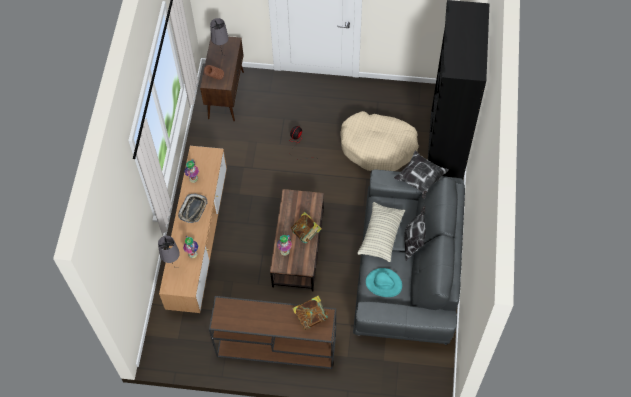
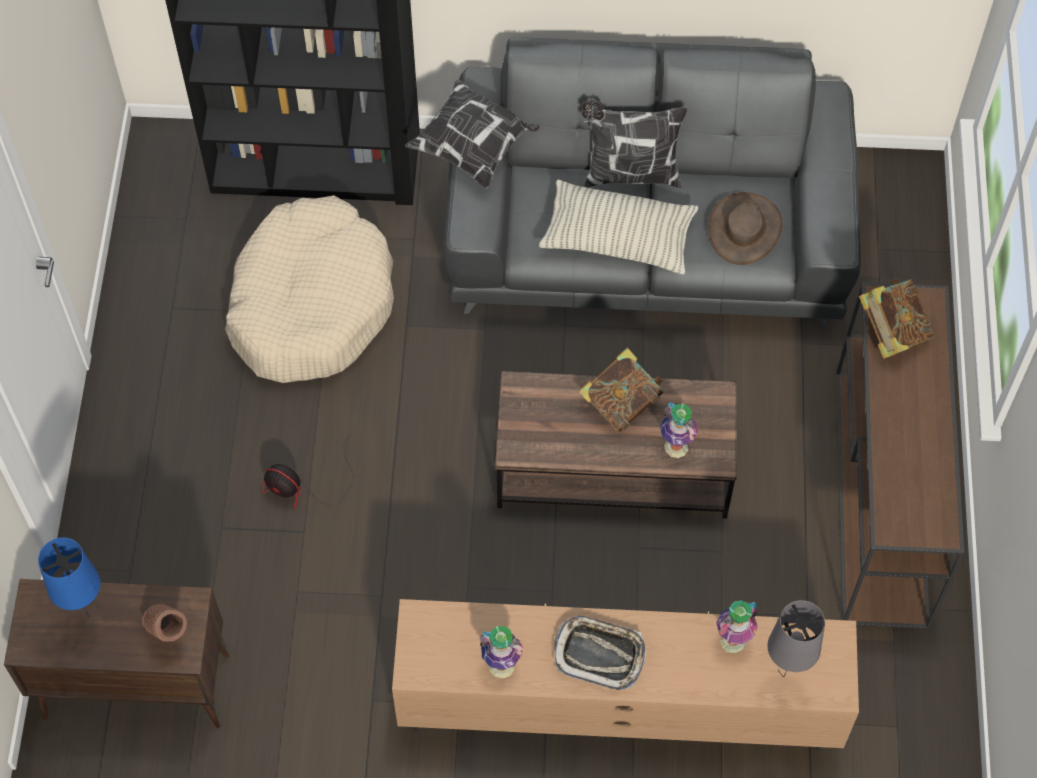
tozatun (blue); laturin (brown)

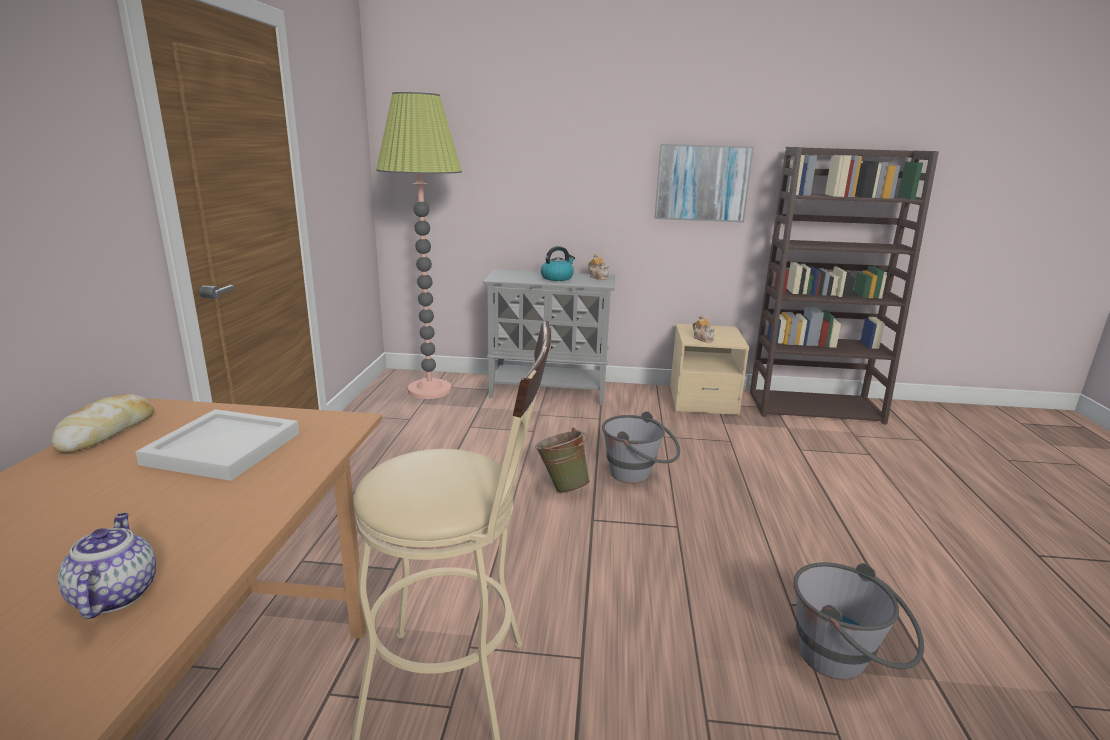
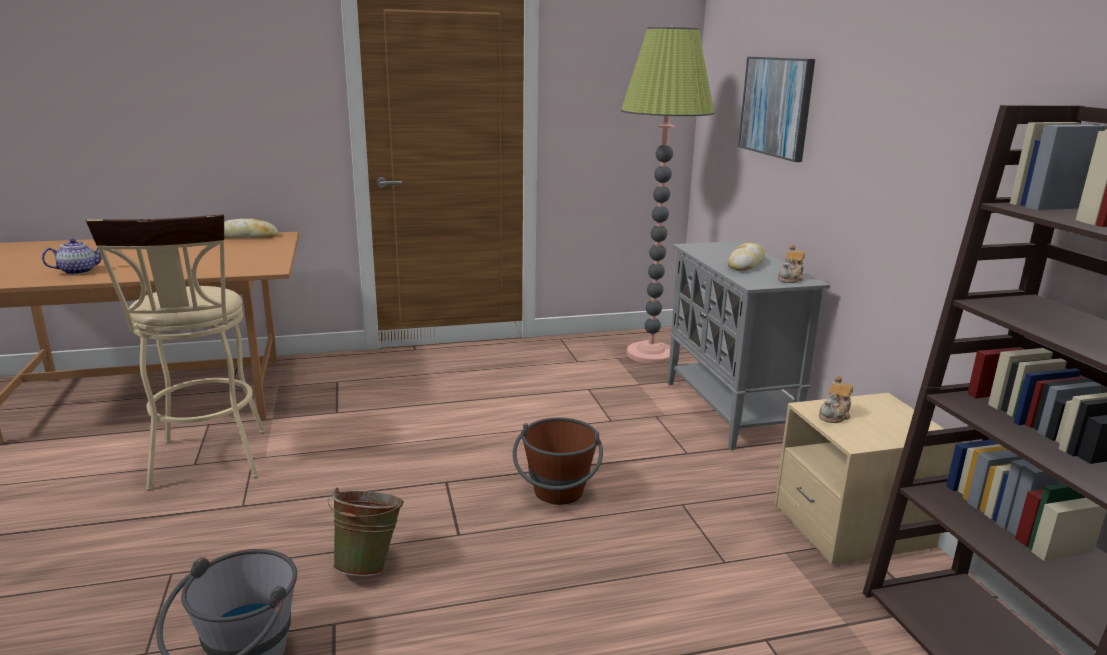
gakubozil; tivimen (2nd from left); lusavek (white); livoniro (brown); livoniro (green)

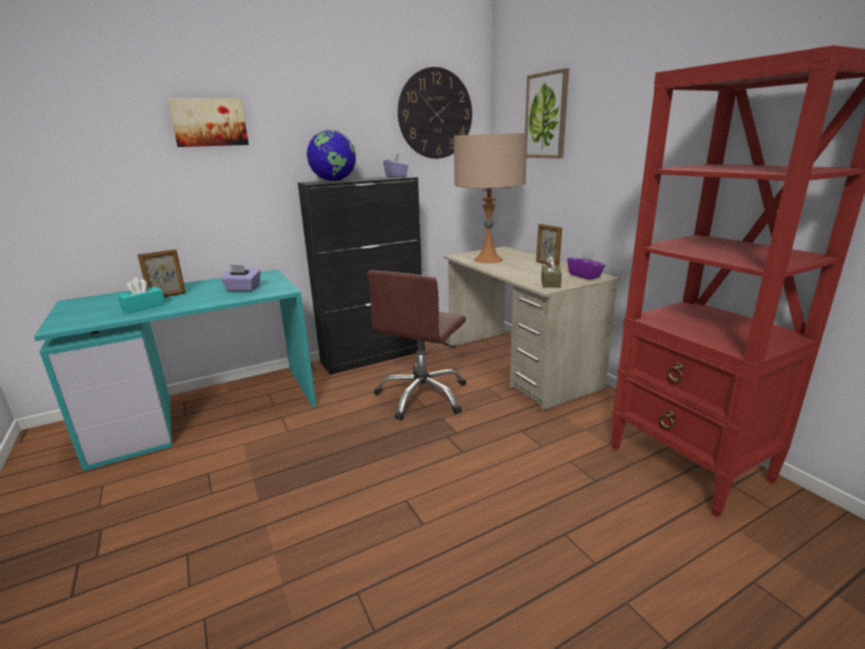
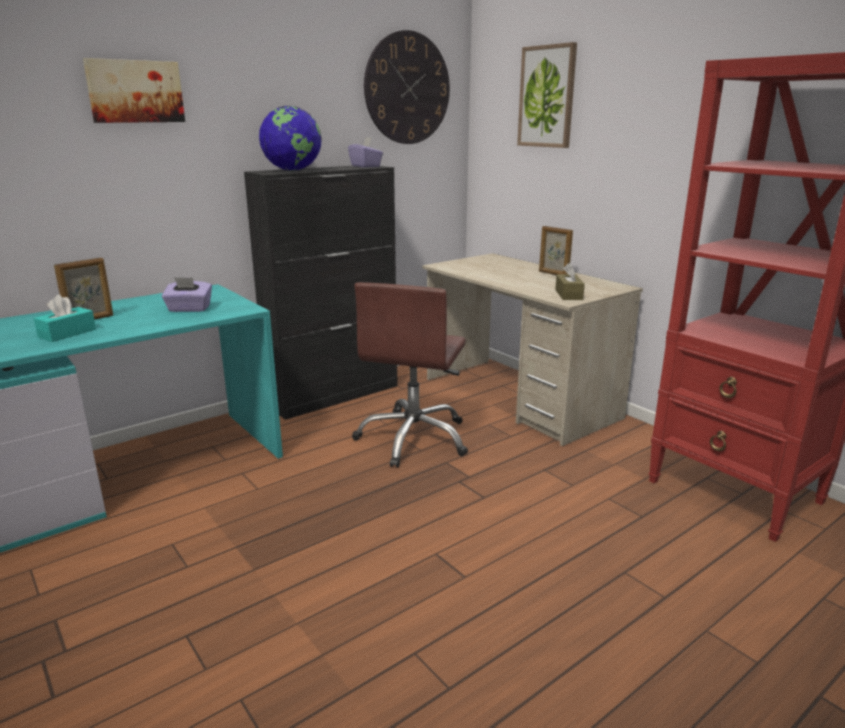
tozatun (beige); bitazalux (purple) (3rd from left in the first image)

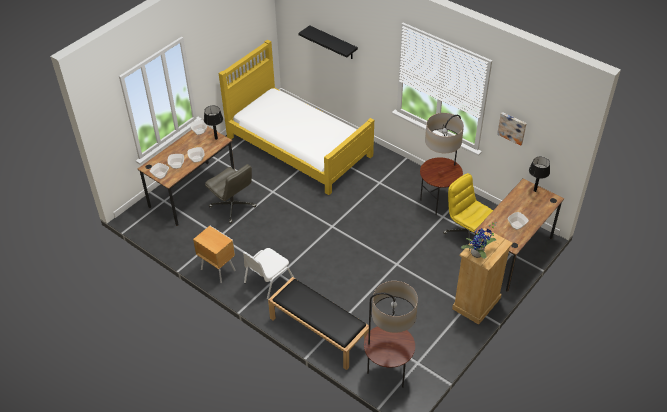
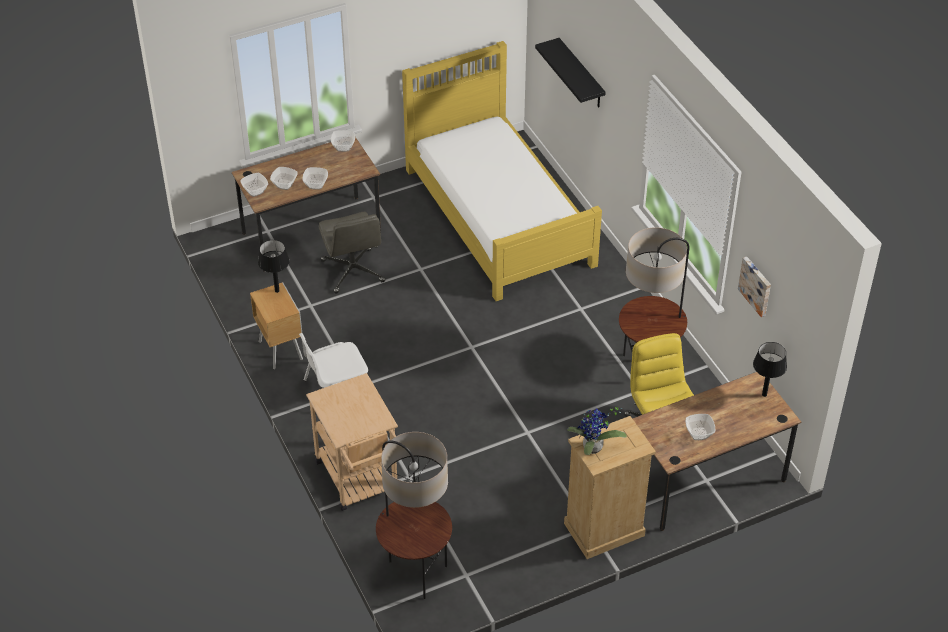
tozatun (black) (1st from left); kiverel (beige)

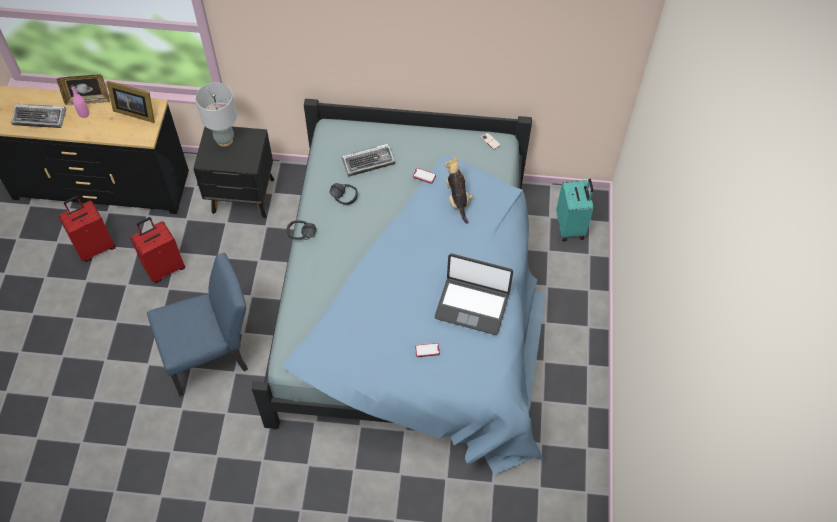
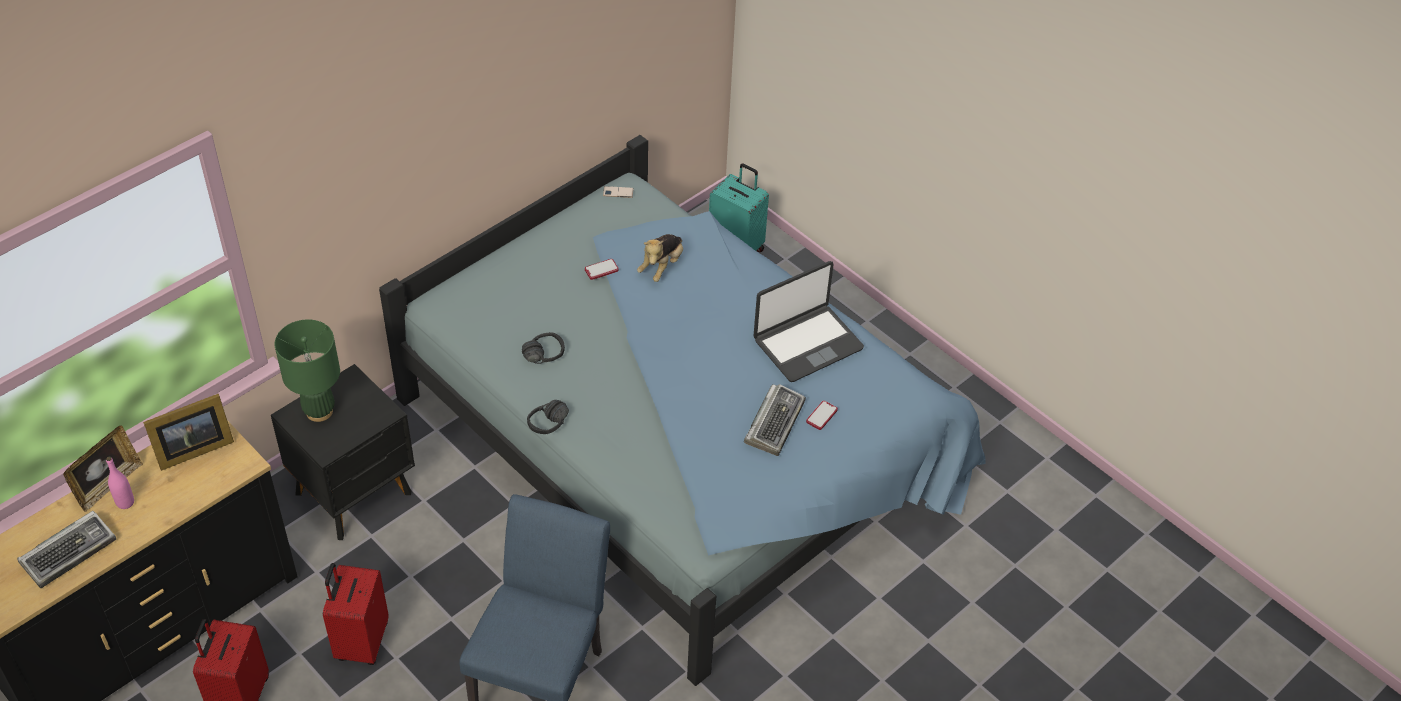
tozatun (green); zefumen (2nd from left); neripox

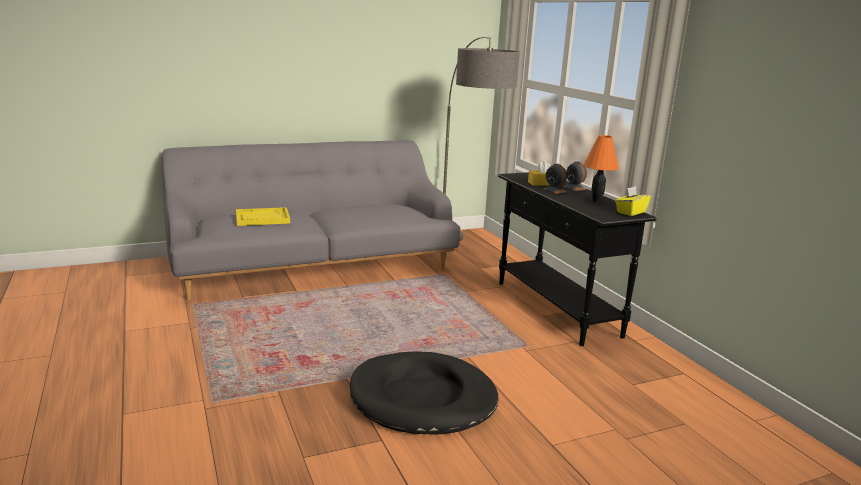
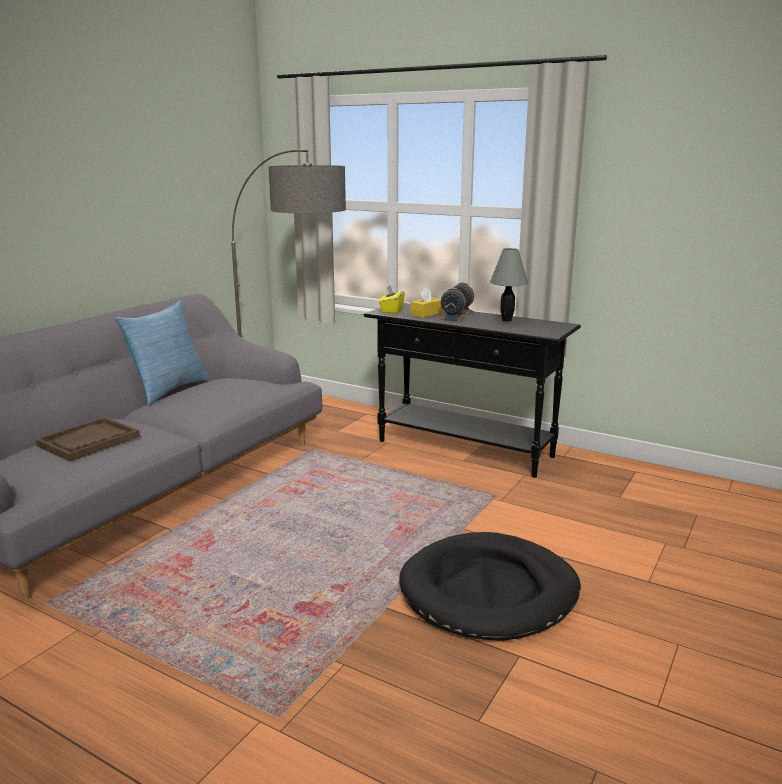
tozatun (grey); bitazalux (yellow) (1st from left); lusavek (brown); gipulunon

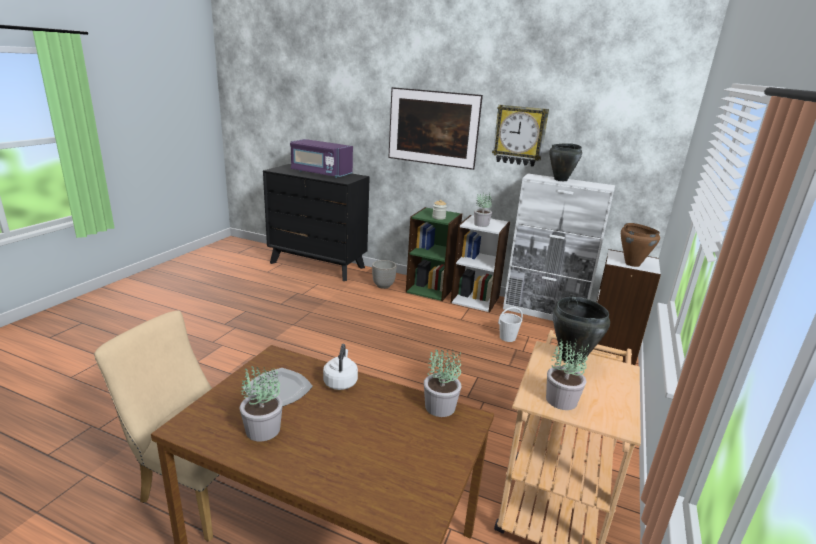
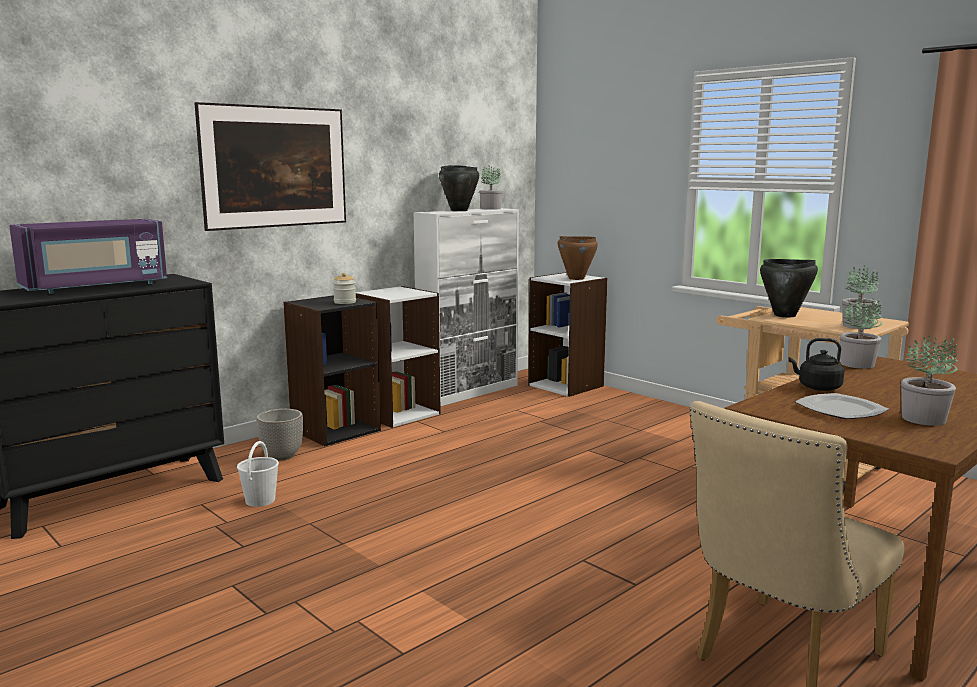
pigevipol; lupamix (1st from left); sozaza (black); livoniro (white); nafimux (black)

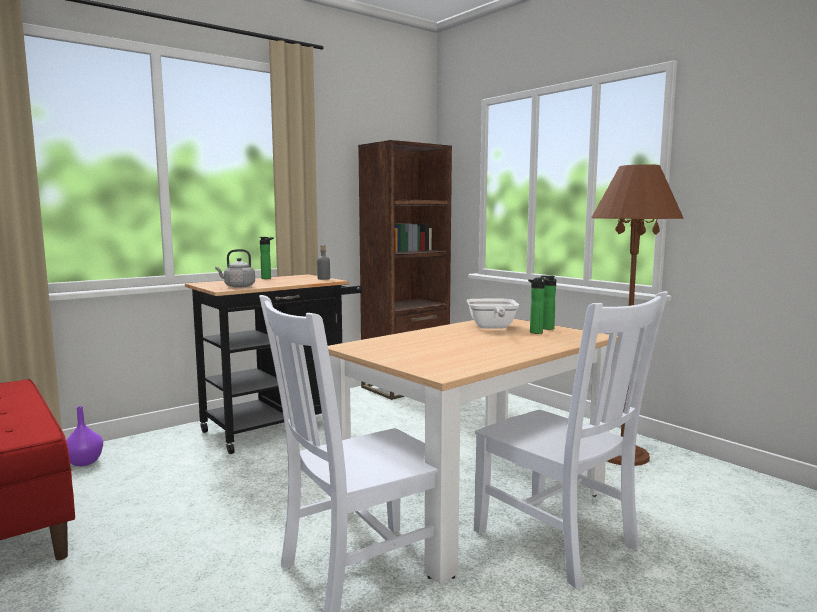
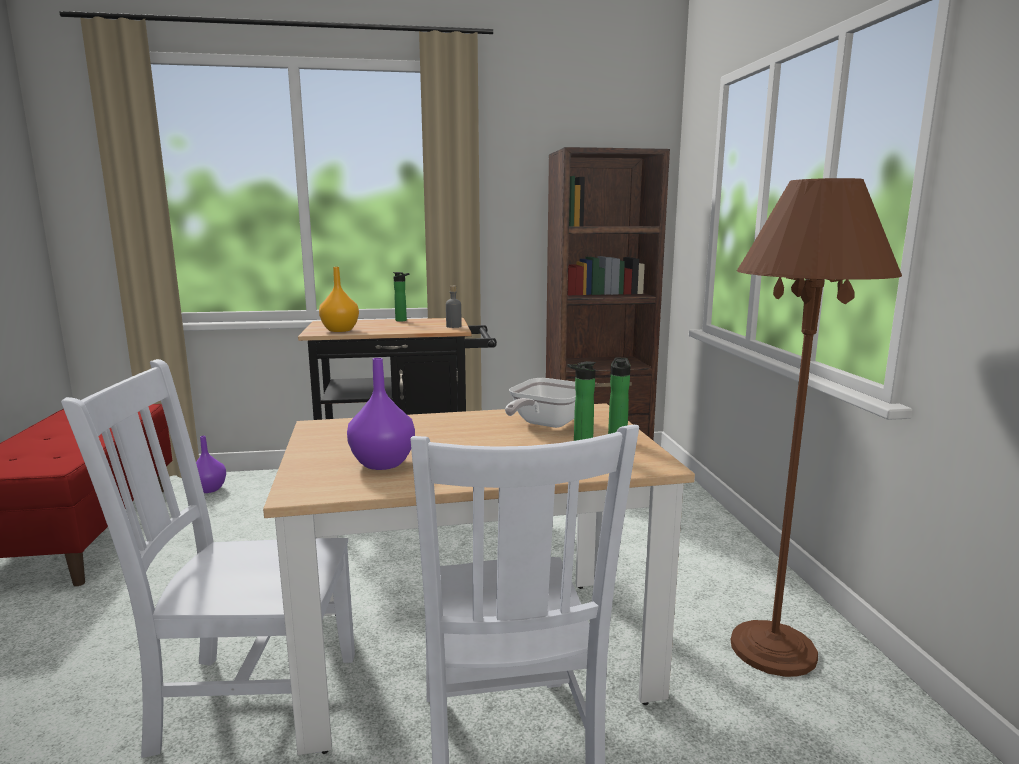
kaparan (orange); kaparan (purple) (2nd from left)

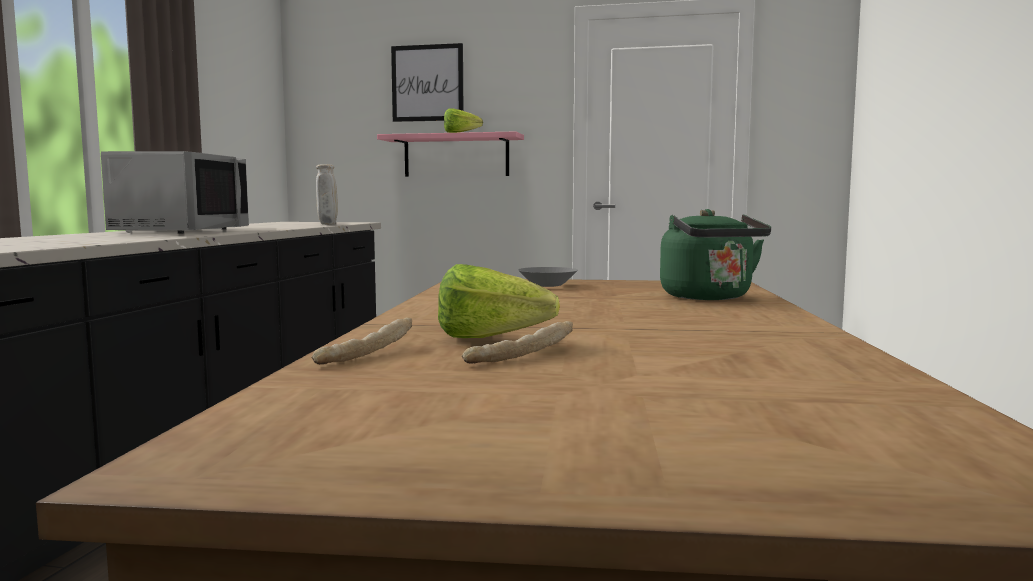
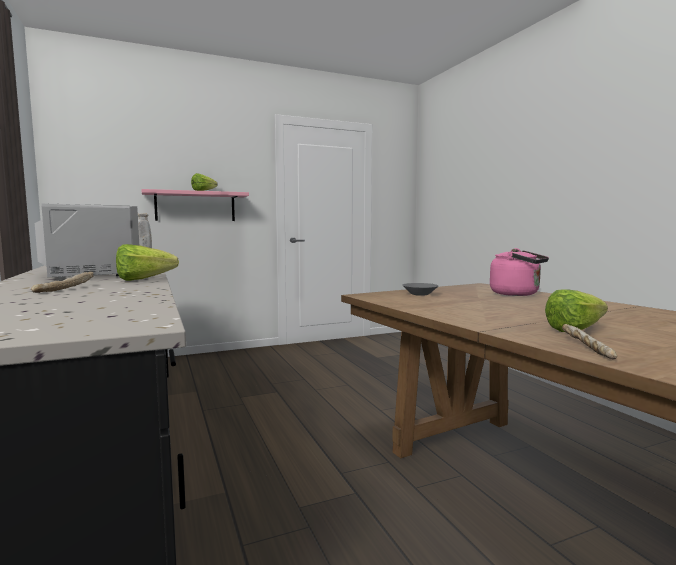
gakubozil; nafimux (pink); tivimen (1st from left); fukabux (1st from left)

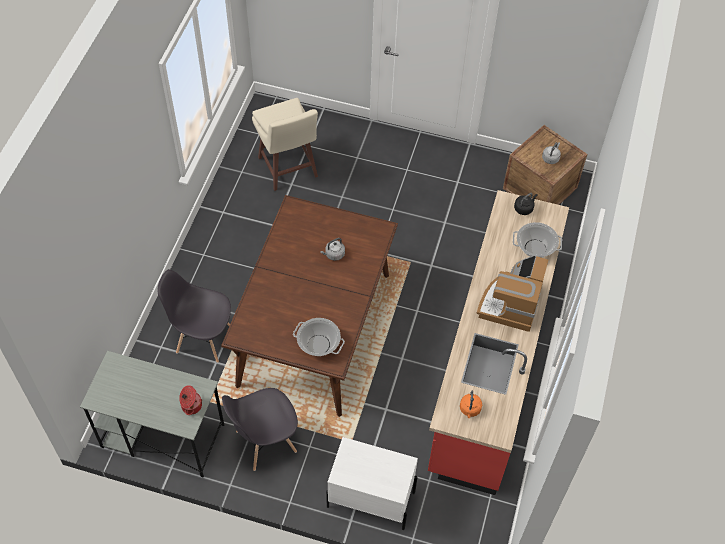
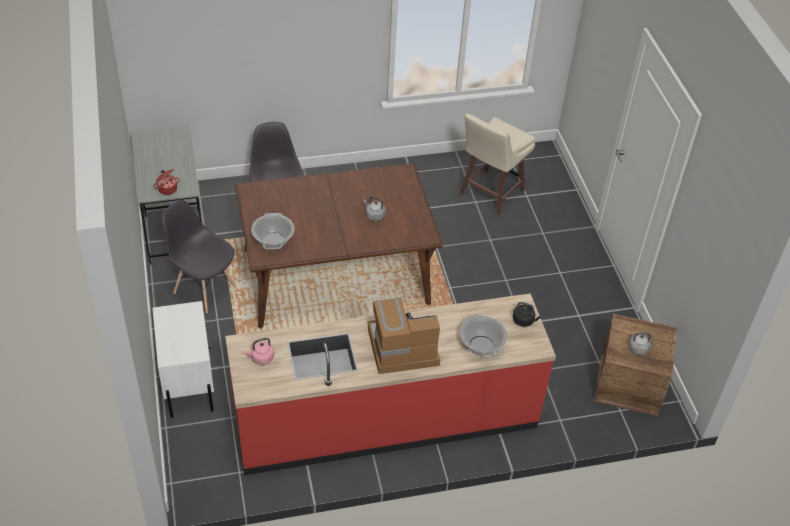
nafimux (pink)

